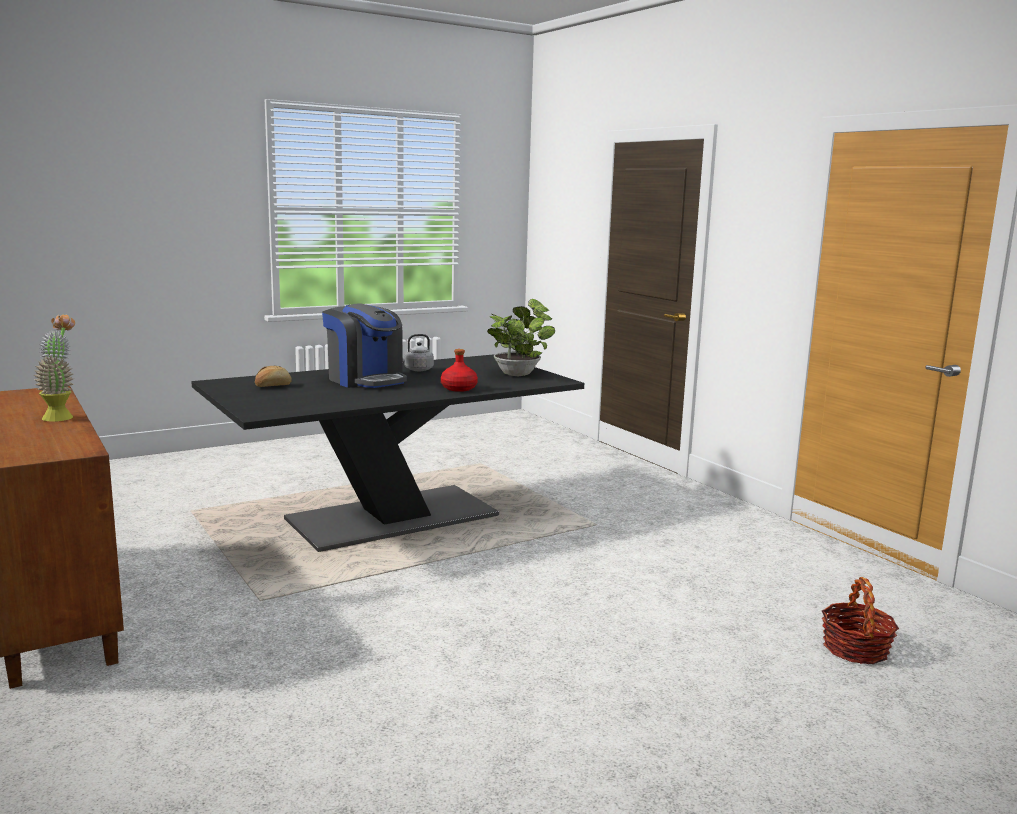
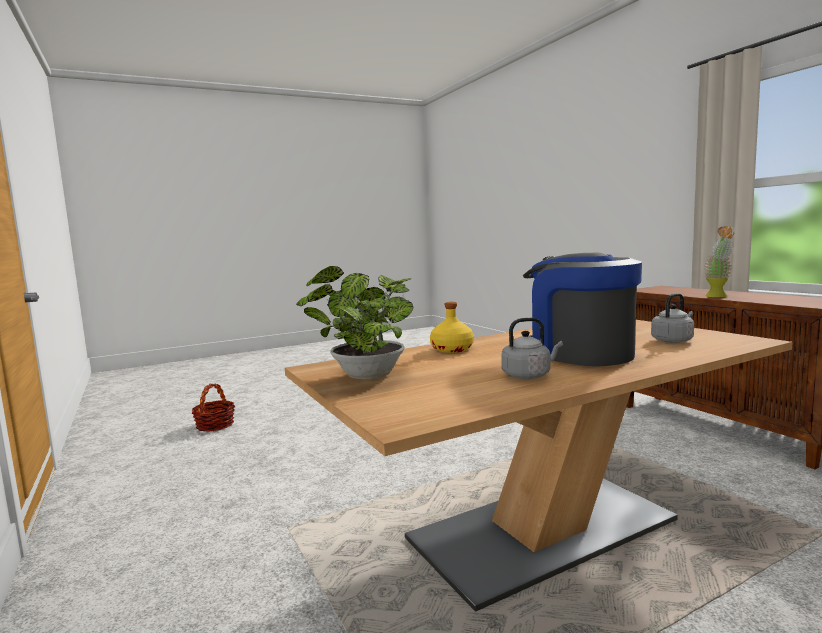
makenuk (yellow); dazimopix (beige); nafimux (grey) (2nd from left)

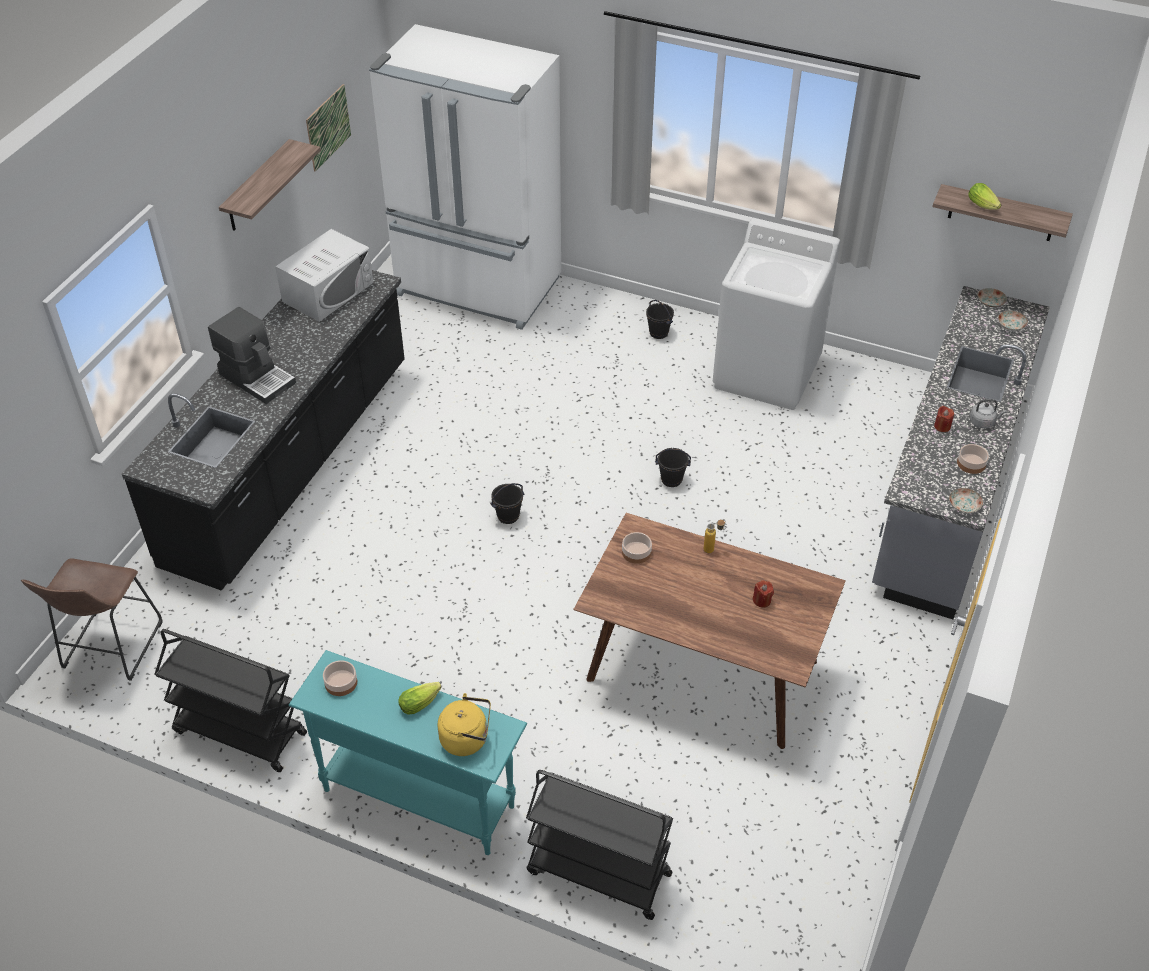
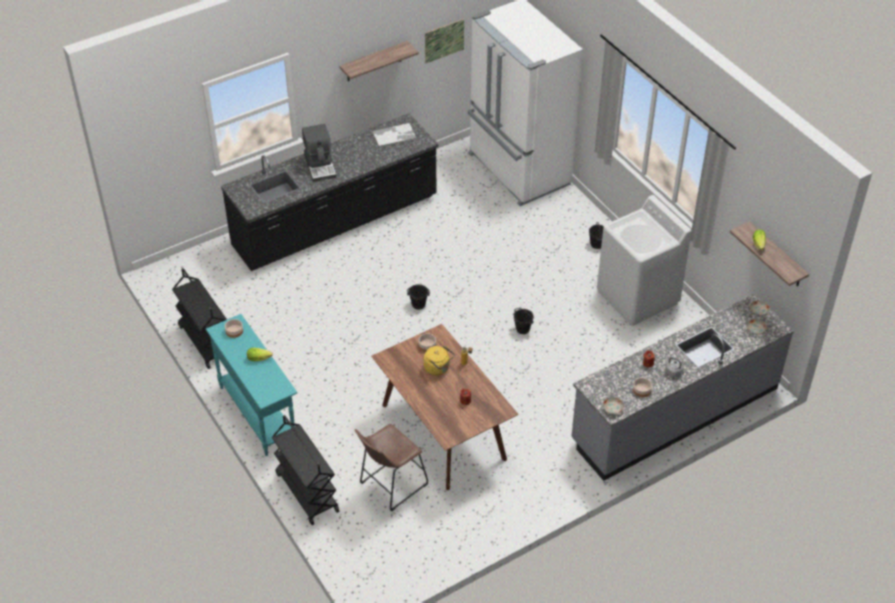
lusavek; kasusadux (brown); nafimux (yellow)

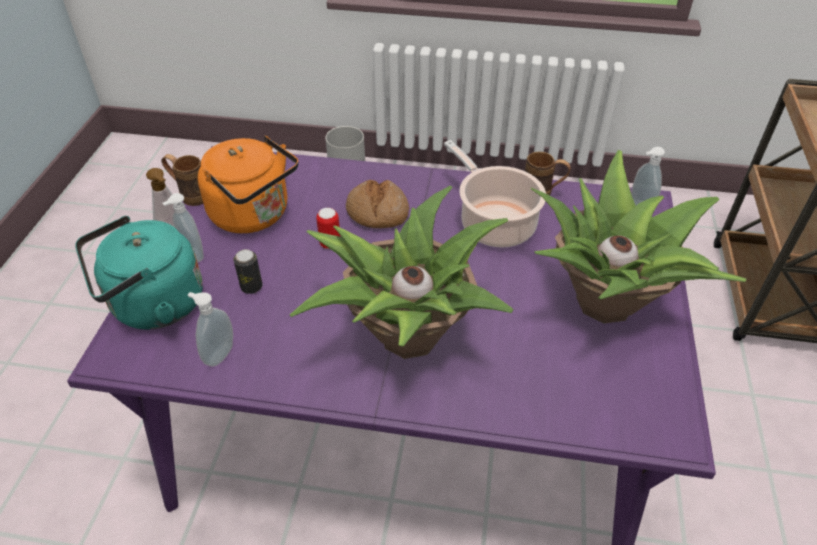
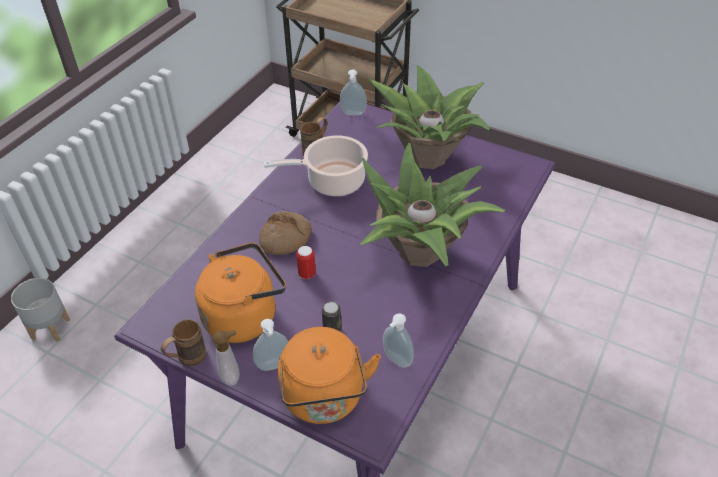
nafimux (orange) (2nd from left)

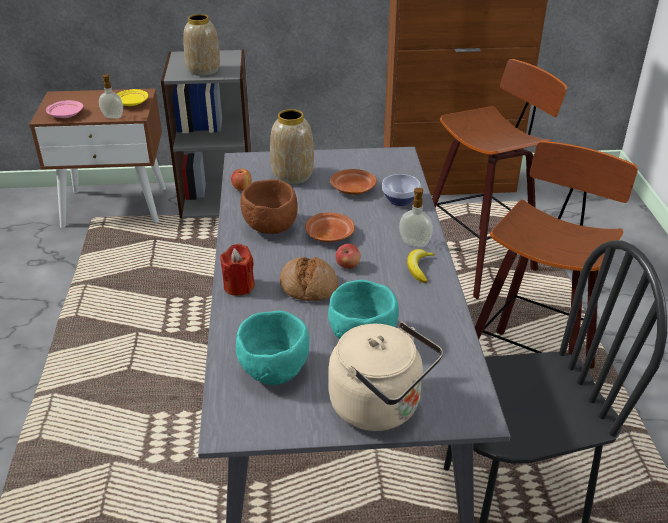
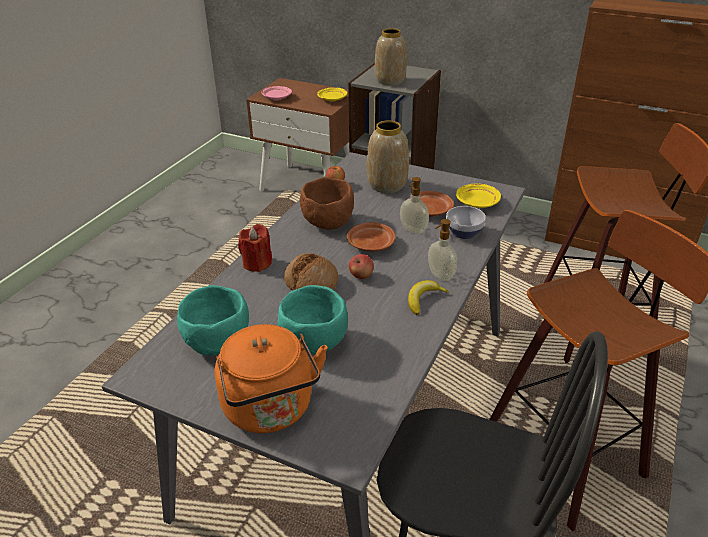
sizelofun (1st from left); nafimux (orange); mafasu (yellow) (2nd from left)

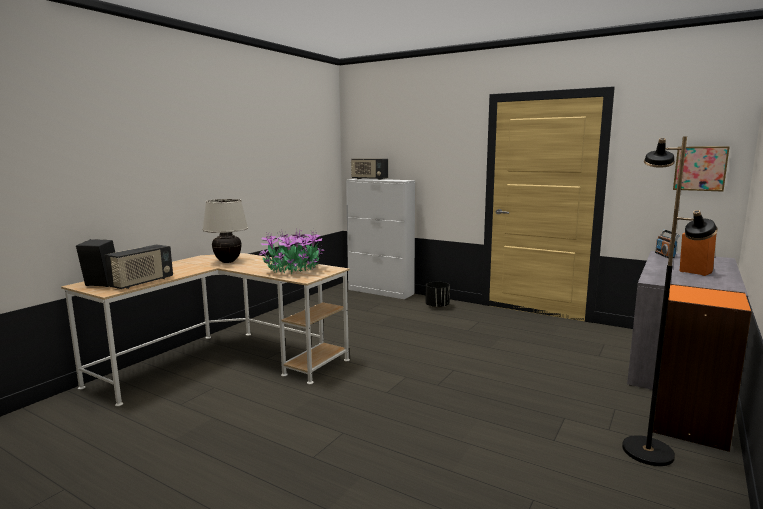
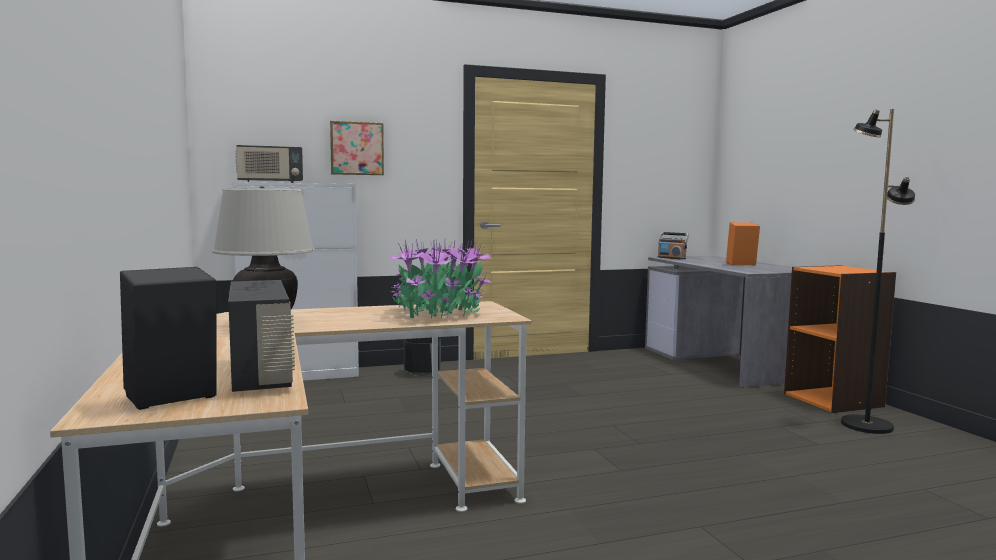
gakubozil

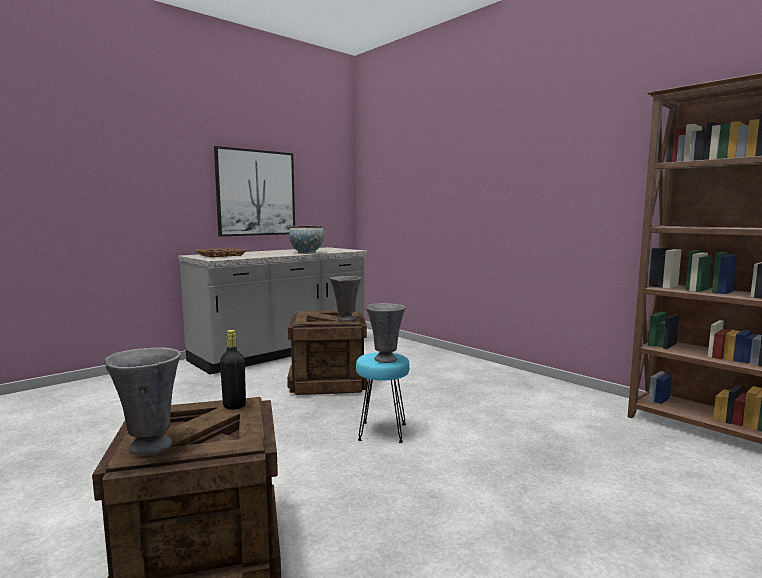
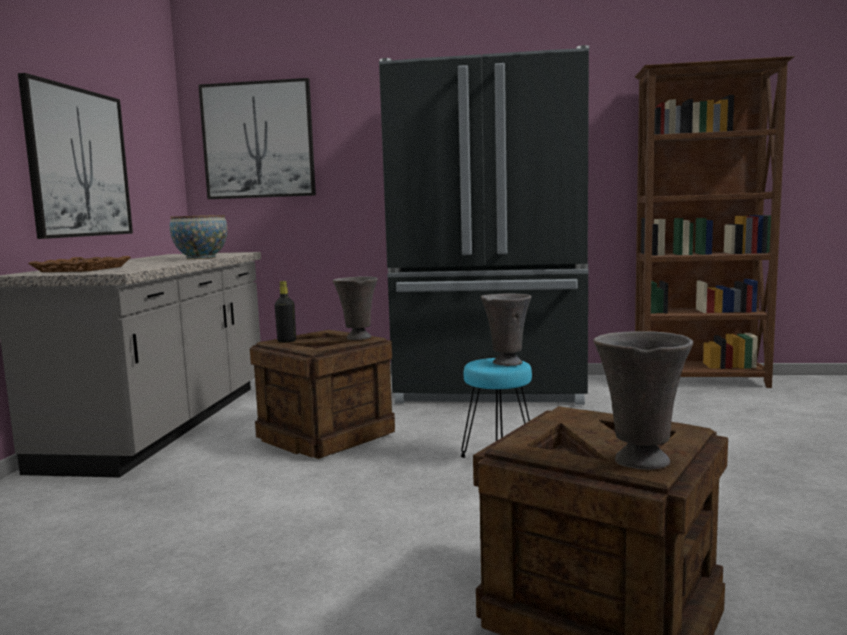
makenuk (black); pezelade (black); gakubozil (2nd from left)

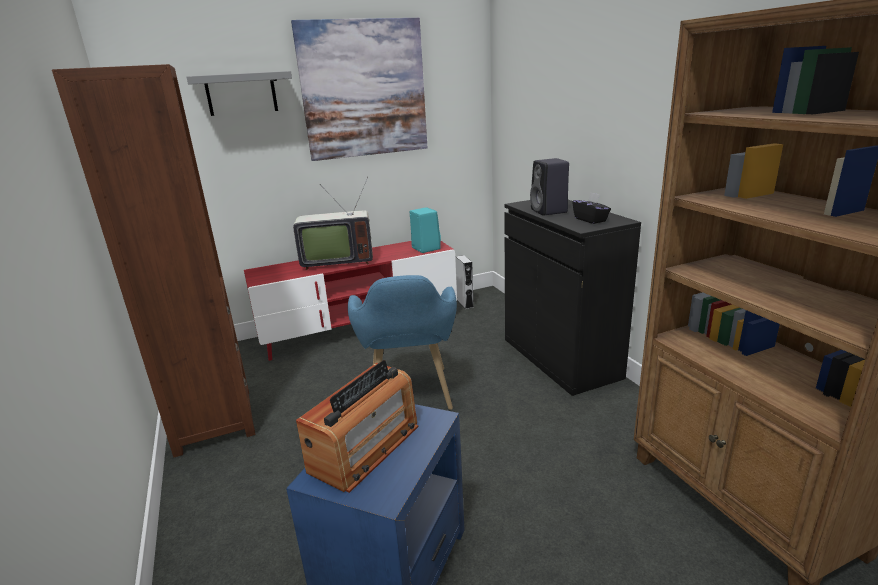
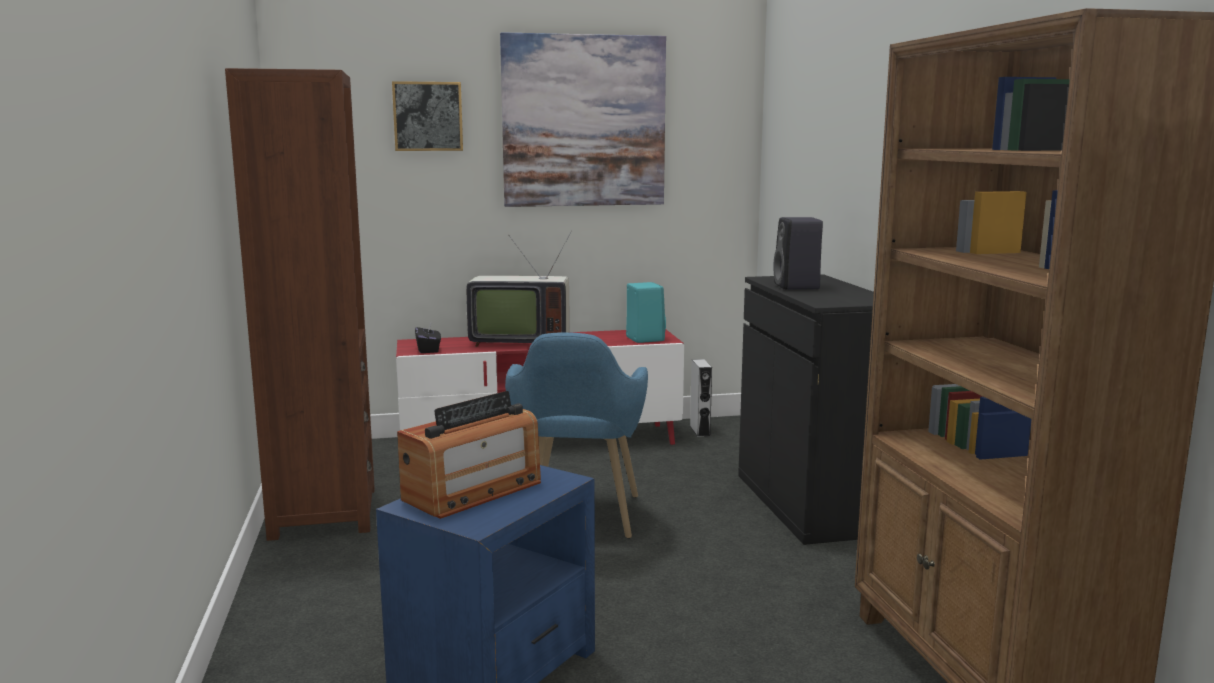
gakubozil (1st from left); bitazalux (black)

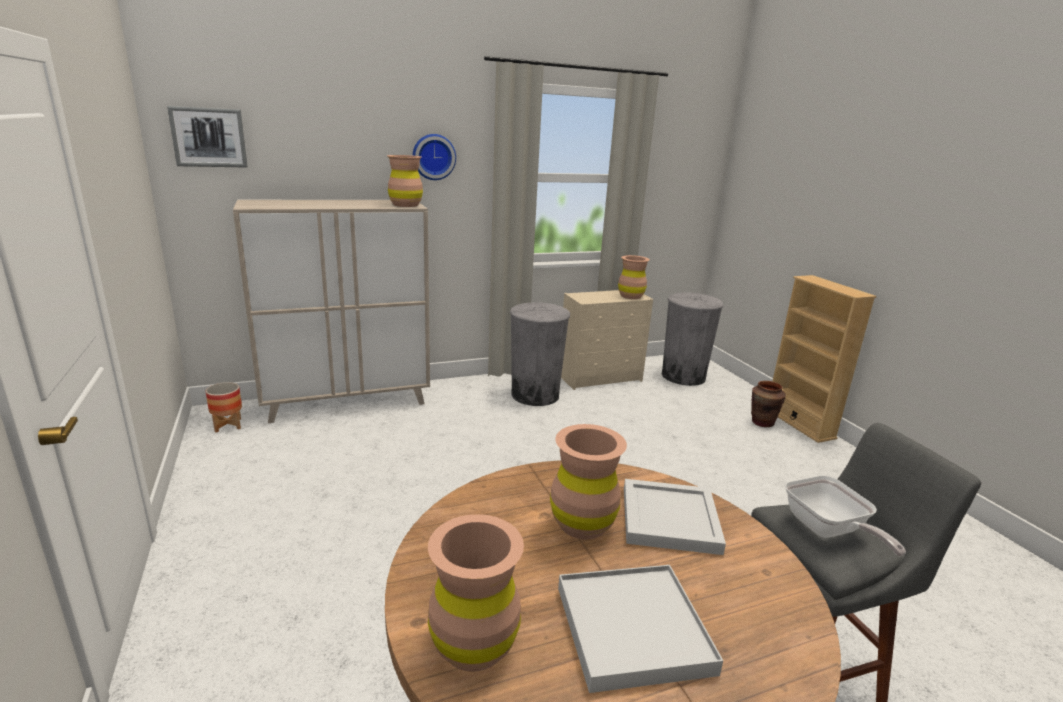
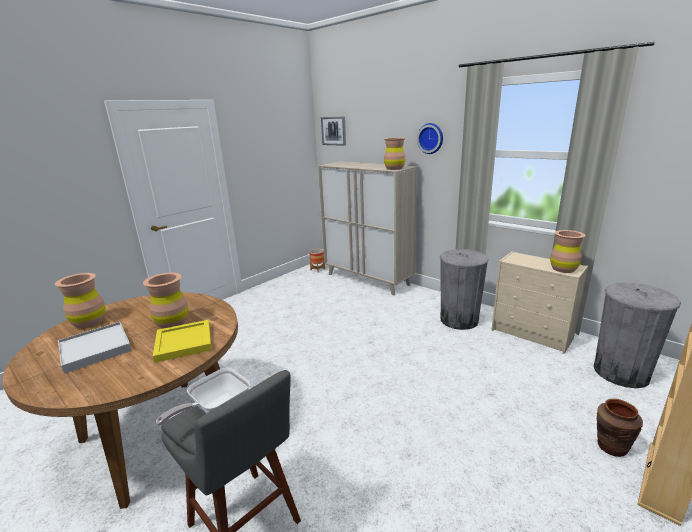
lusavek (yellow)

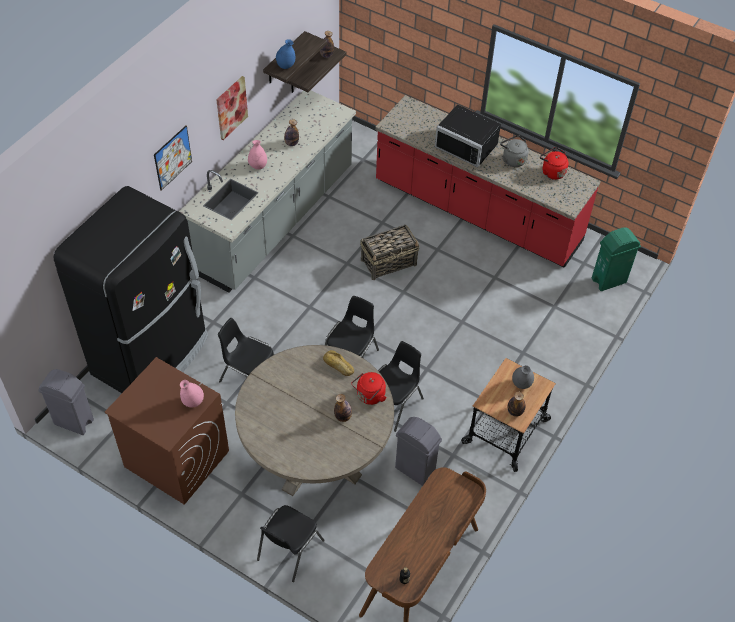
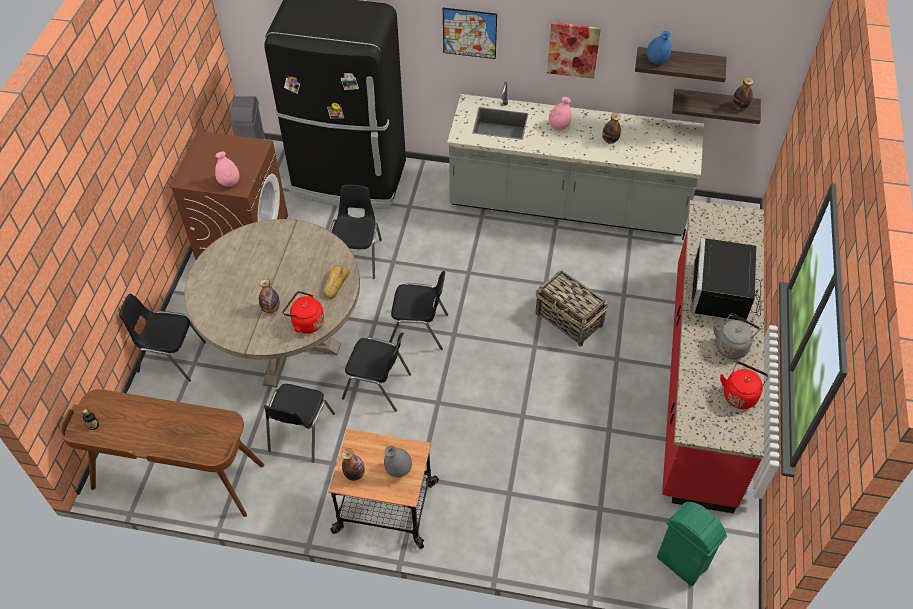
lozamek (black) (2nd from left)

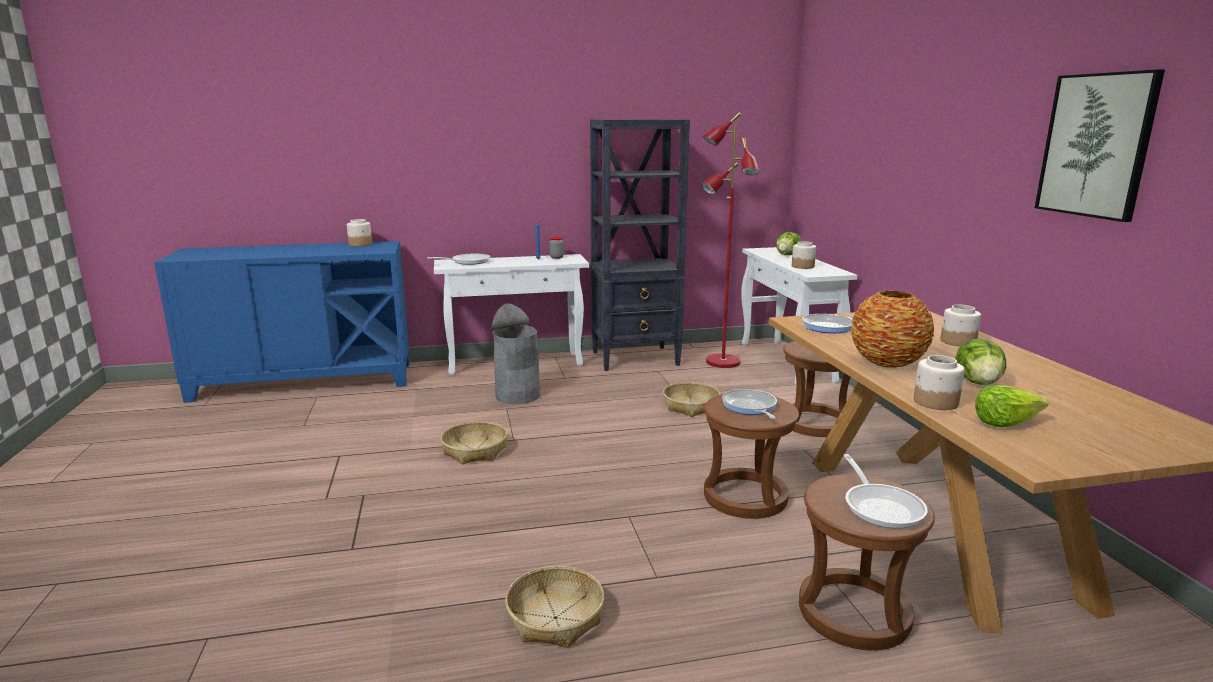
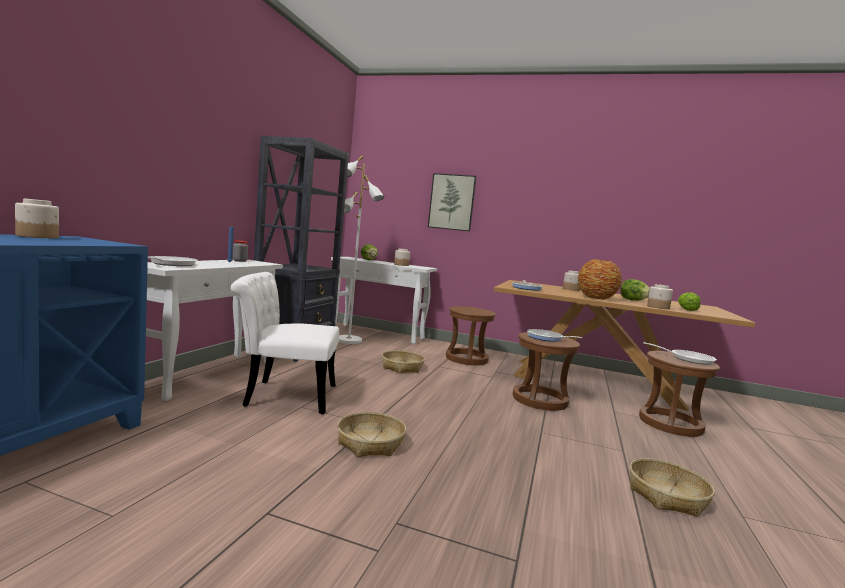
gakubozil; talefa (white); lozamek (white)

